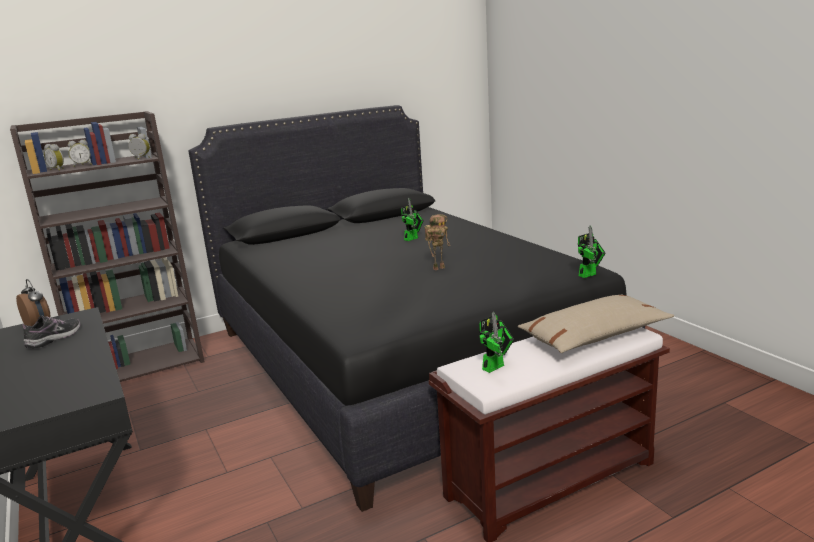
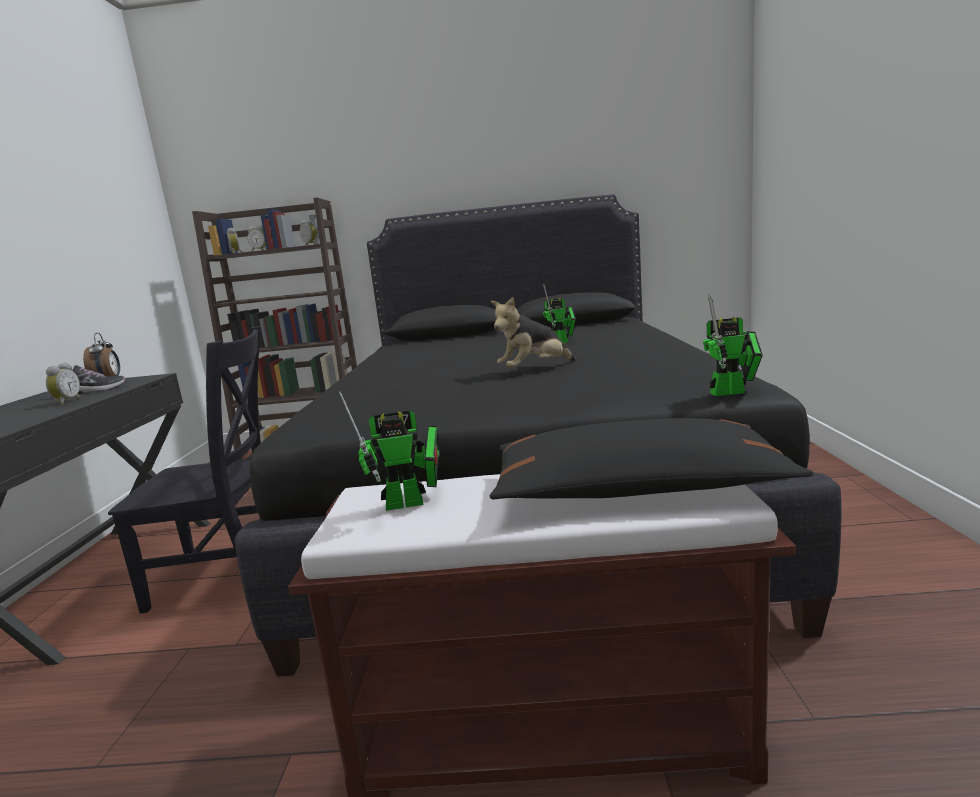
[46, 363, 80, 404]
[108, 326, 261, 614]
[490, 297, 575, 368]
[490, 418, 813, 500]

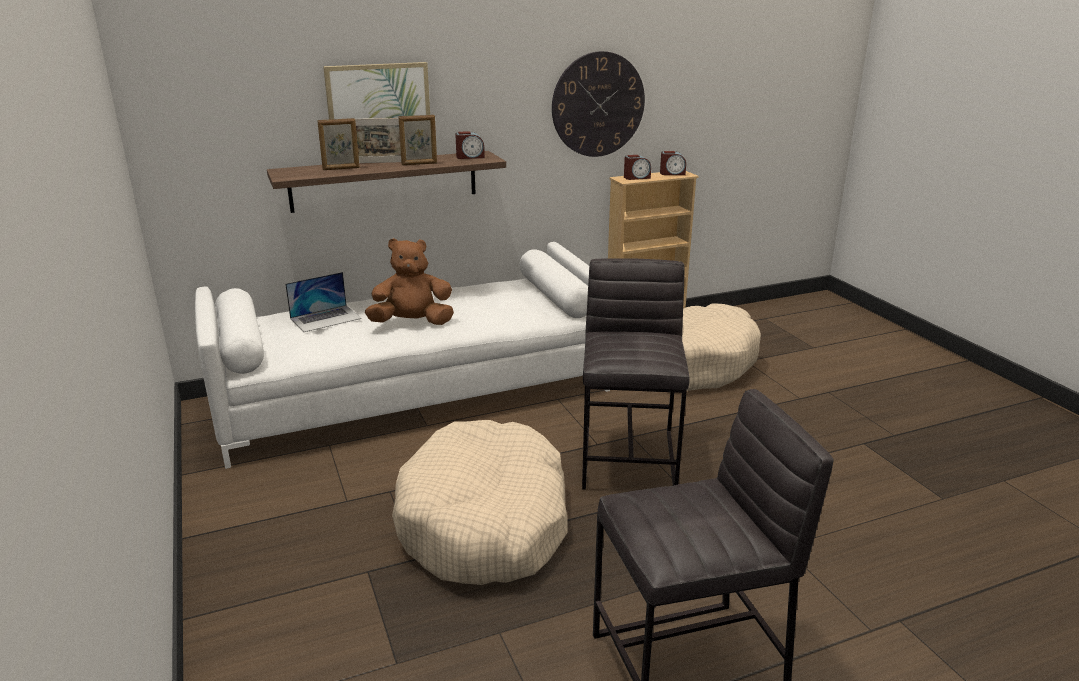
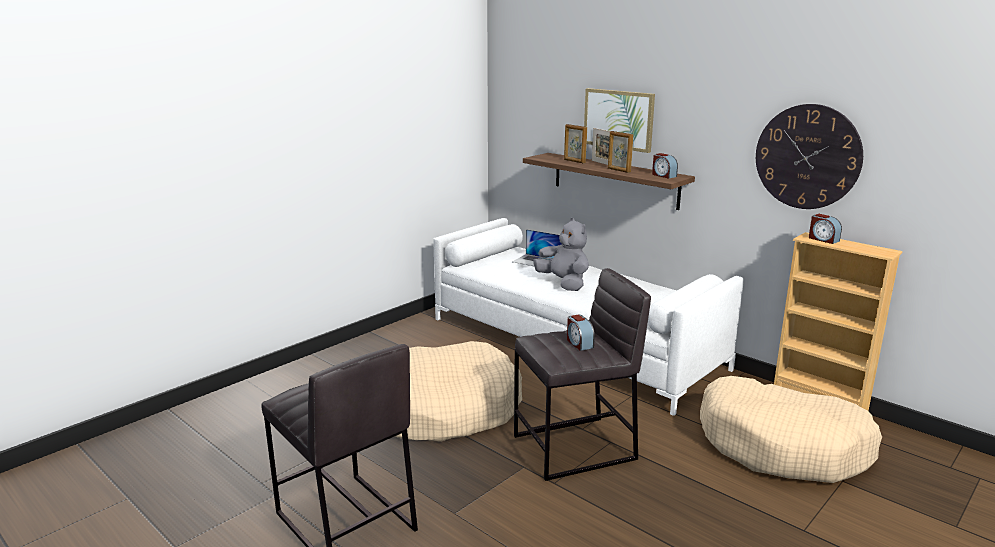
[567, 315, 595, 351]
[533, 218, 589, 291]

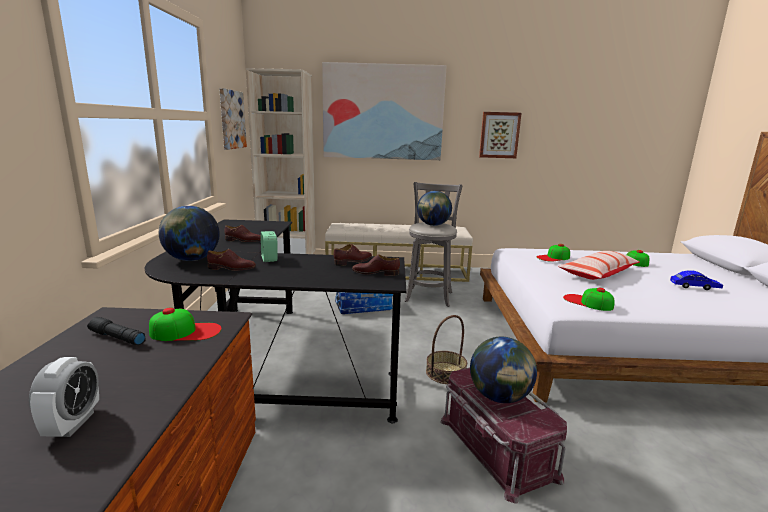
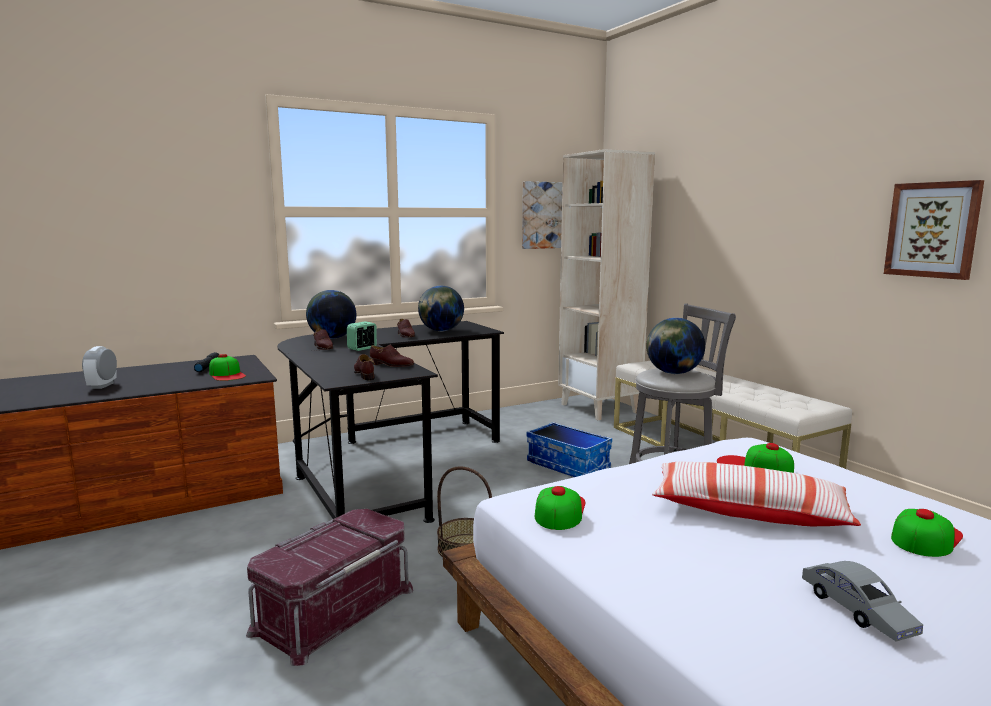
[322, 62, 447, 160] (first image)
[418, 286, 464, 331]
[802, 561, 923, 642]
[82, 346, 117, 389]

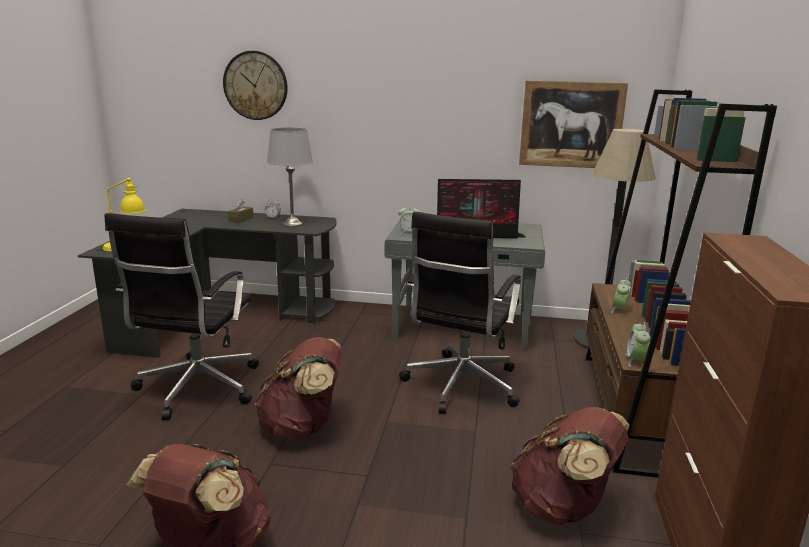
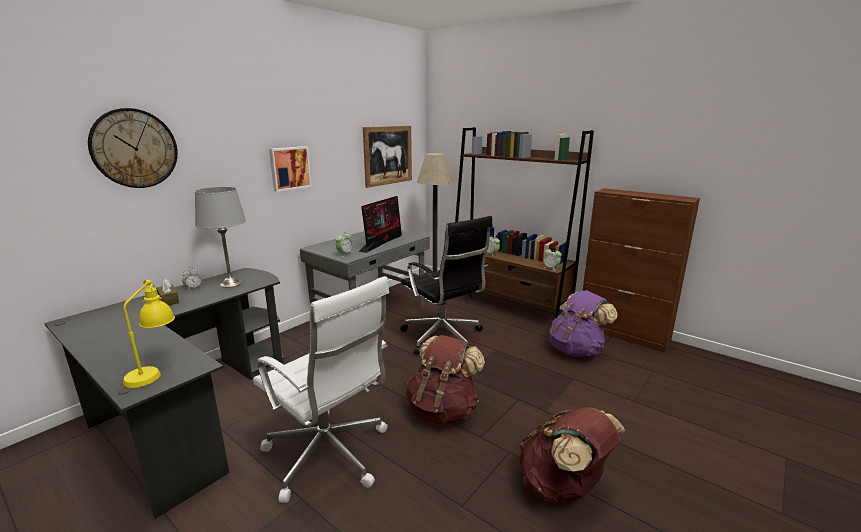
[269, 146, 312, 192]
[253, 276, 389, 503]
[549, 290, 618, 357]

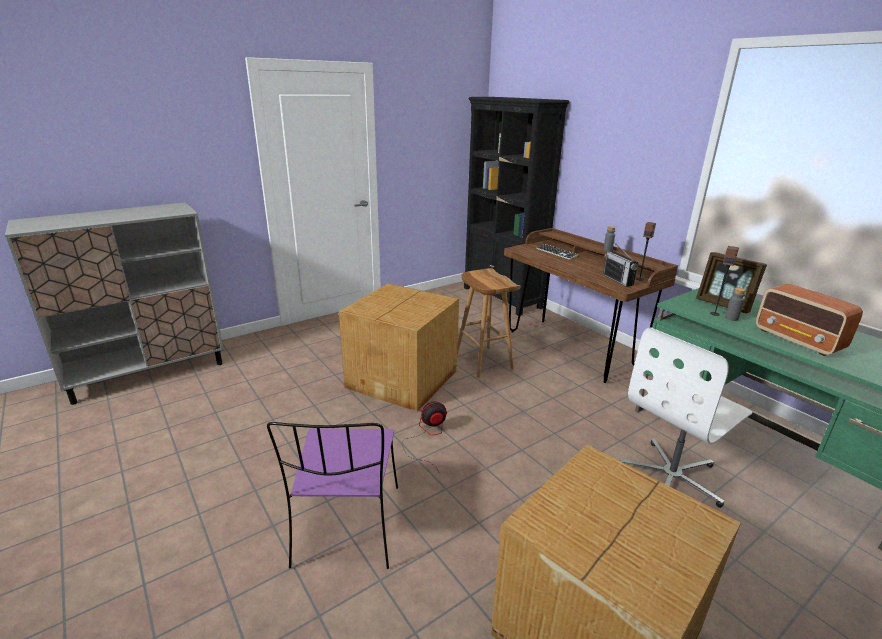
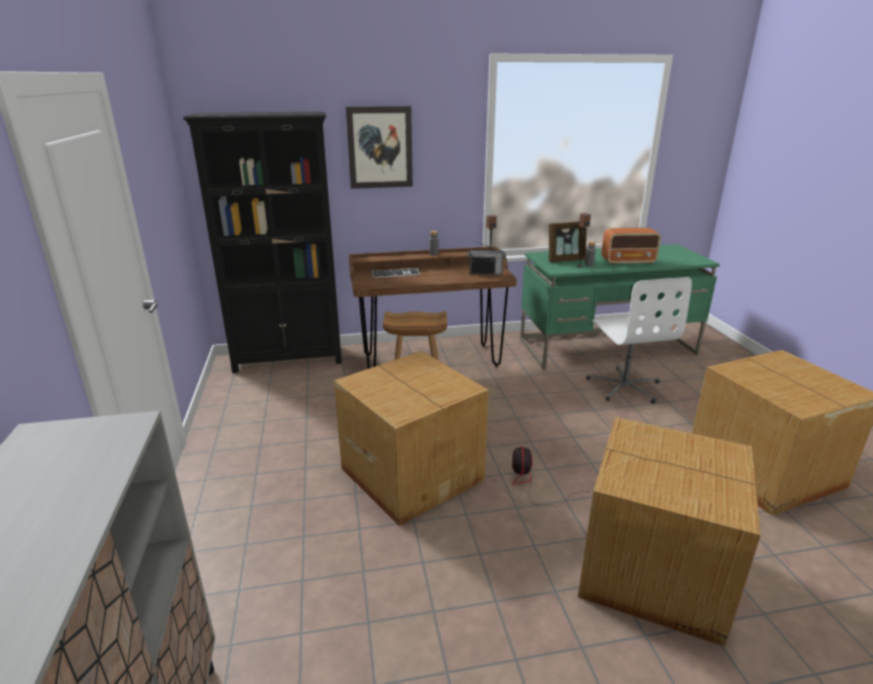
[346, 106, 413, 189]
[578, 417, 761, 647]

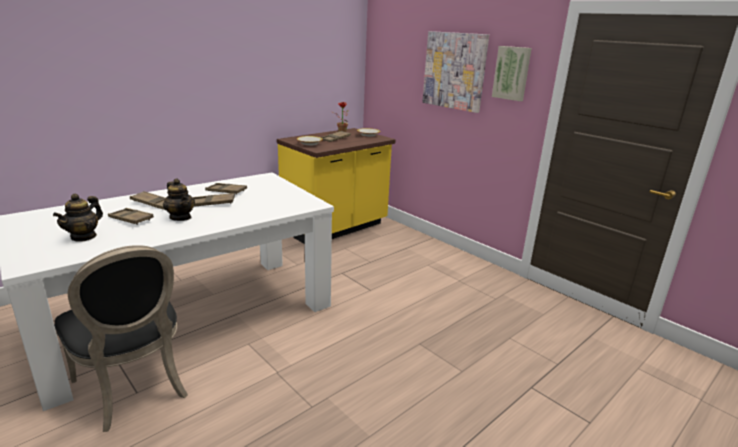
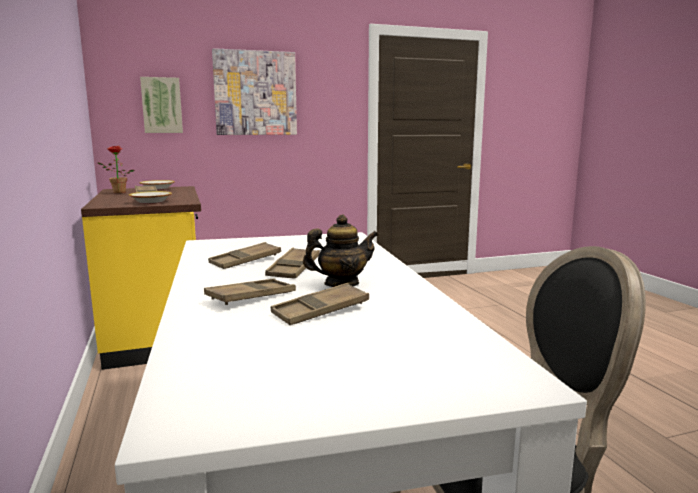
[53, 194, 103, 242] (first image)
[140, 77, 183, 133]

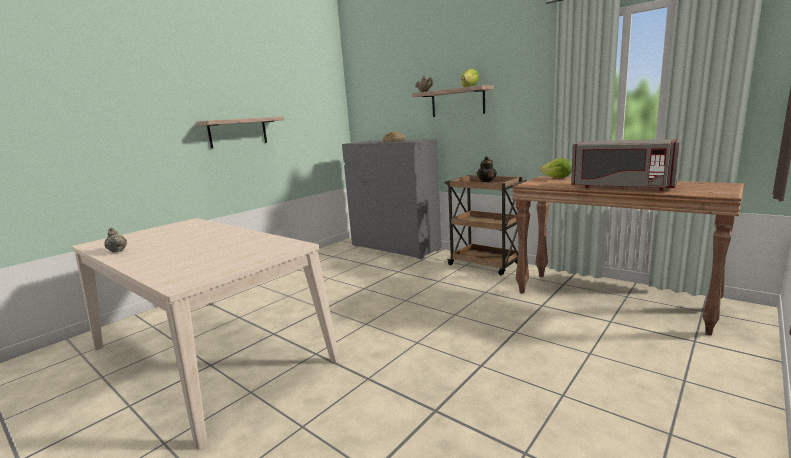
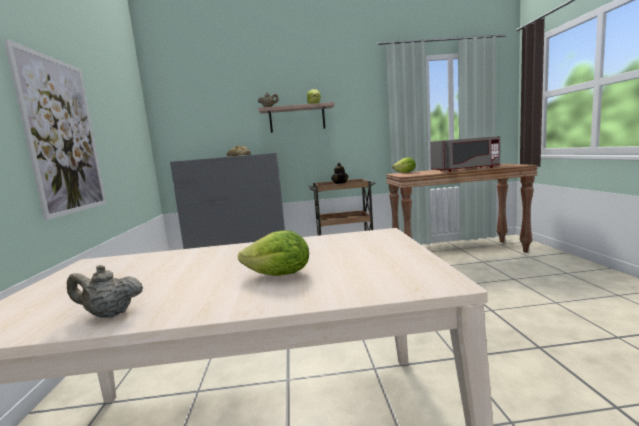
[238, 230, 309, 276]
[4, 39, 107, 220]

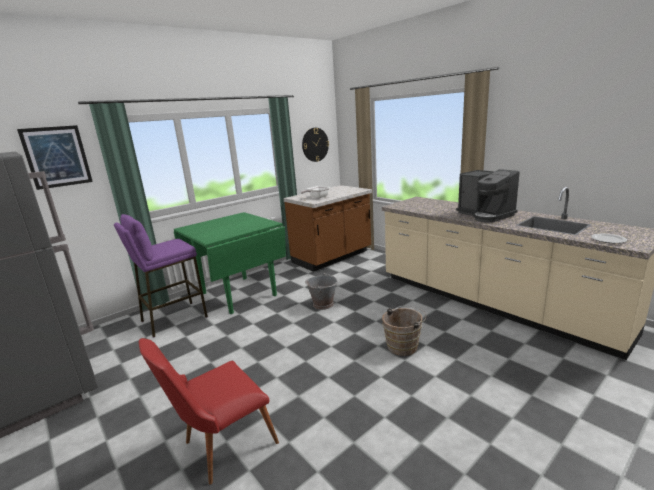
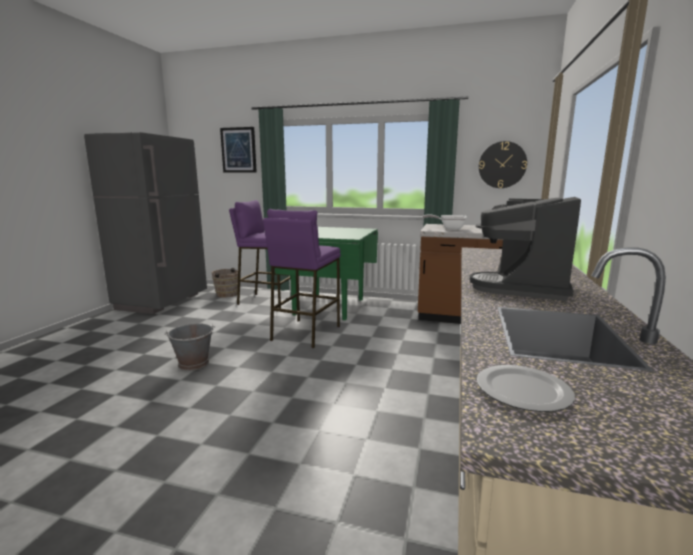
[139, 338, 279, 485] (first image)
[263, 209, 341, 348]
[164, 323, 215, 371]
[211, 268, 242, 297]

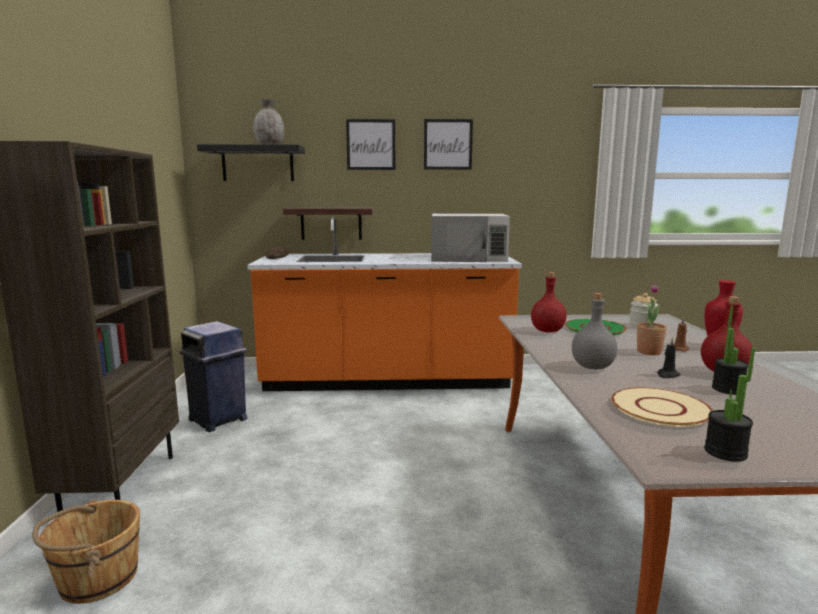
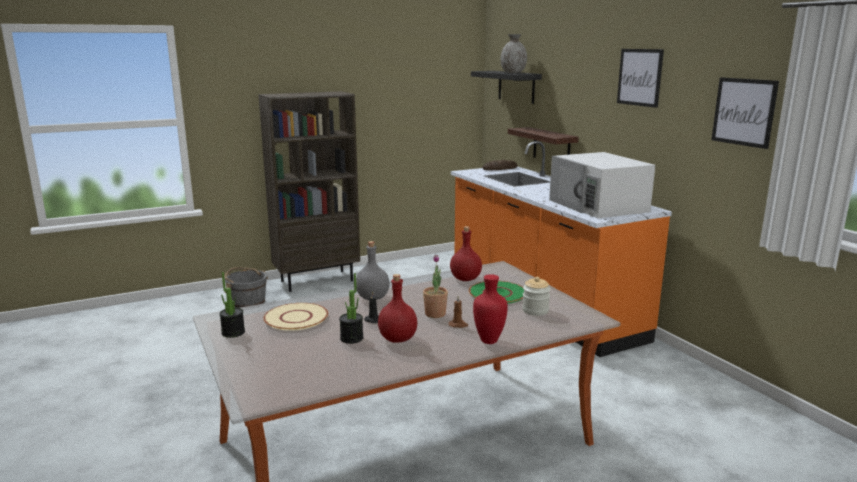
[179, 321, 247, 432] (first image)
[711, 77, 779, 149]
[225, 267, 268, 308]

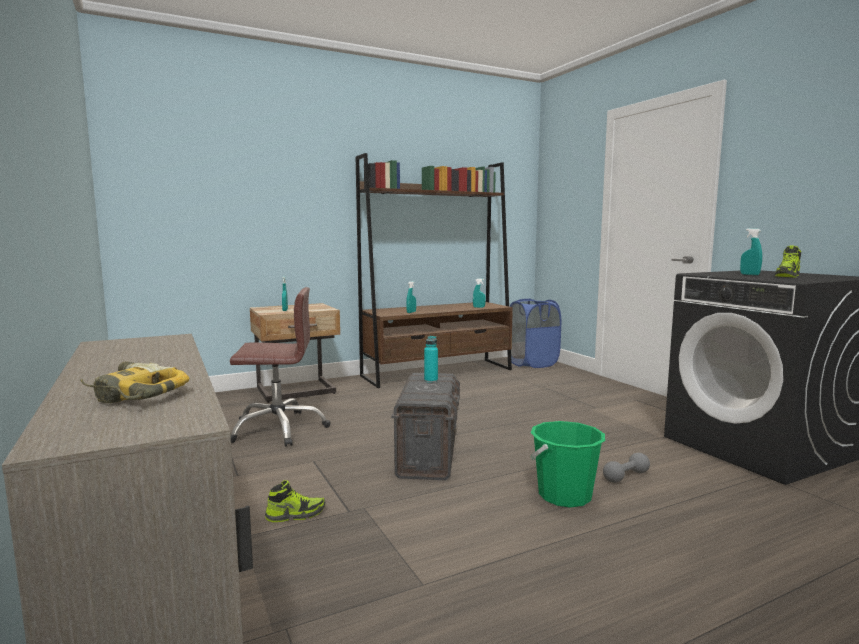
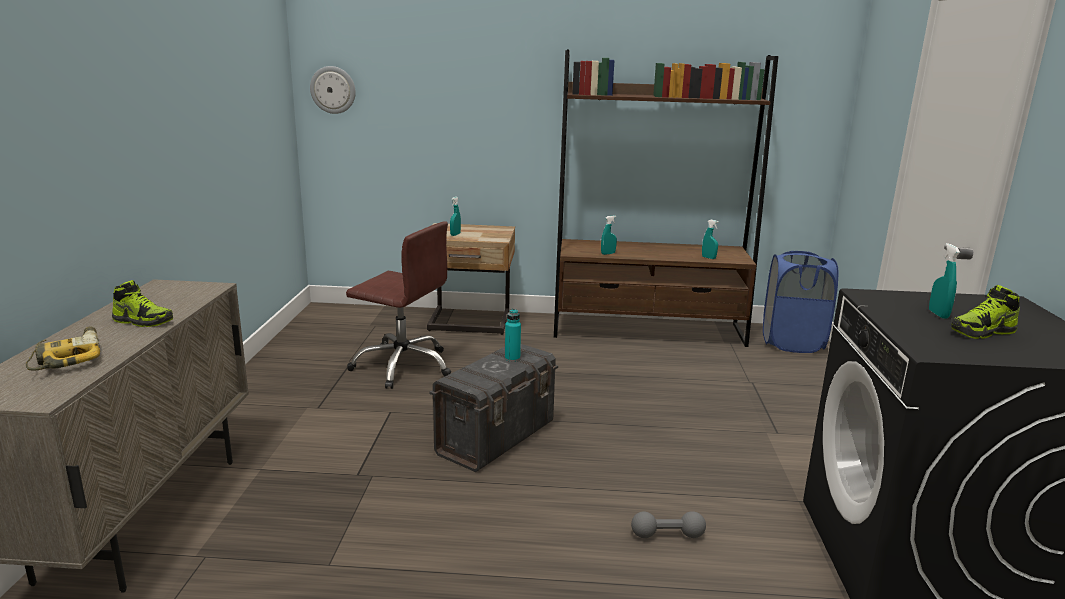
[530, 421, 605, 508] (first image)
[310, 66, 356, 114]
[112, 280, 173, 327]

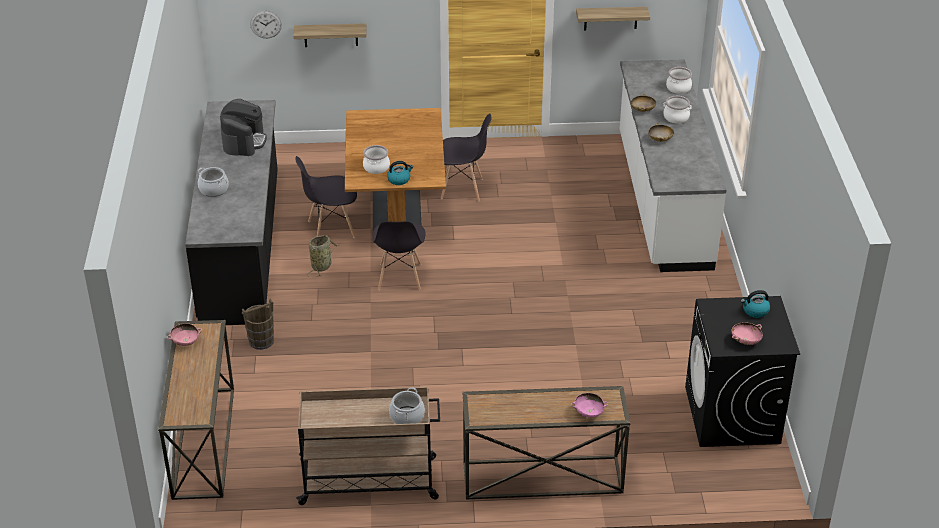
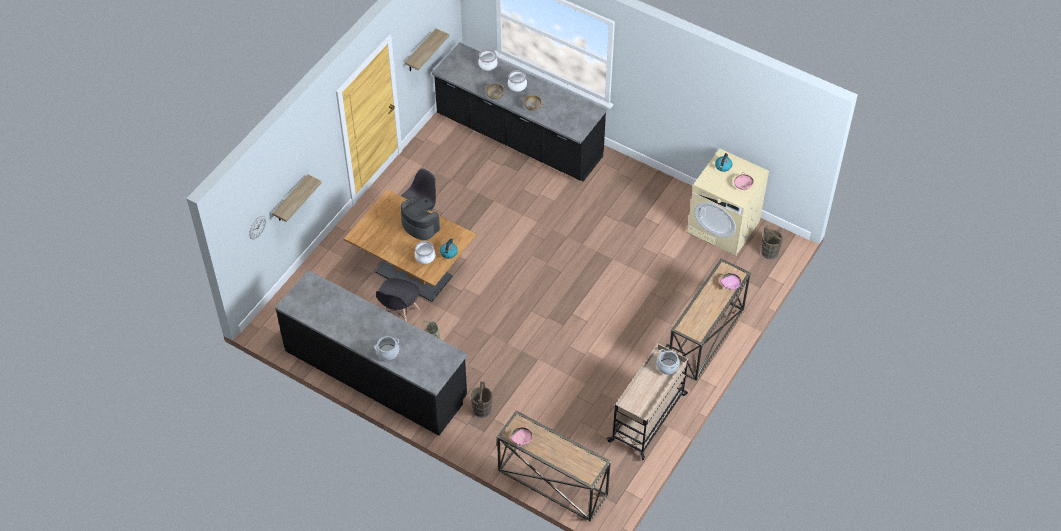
[373, 221, 426, 290] (first image)
[761, 226, 783, 259]
[401, 197, 440, 240]
[432, 42, 607, 182]
[687, 149, 770, 256]

